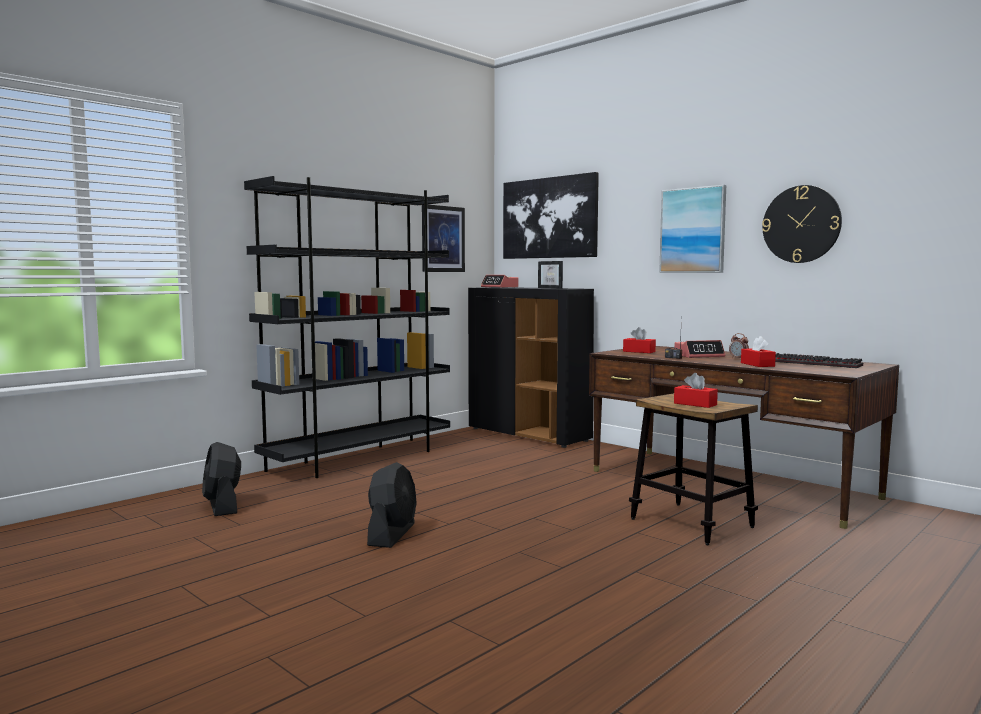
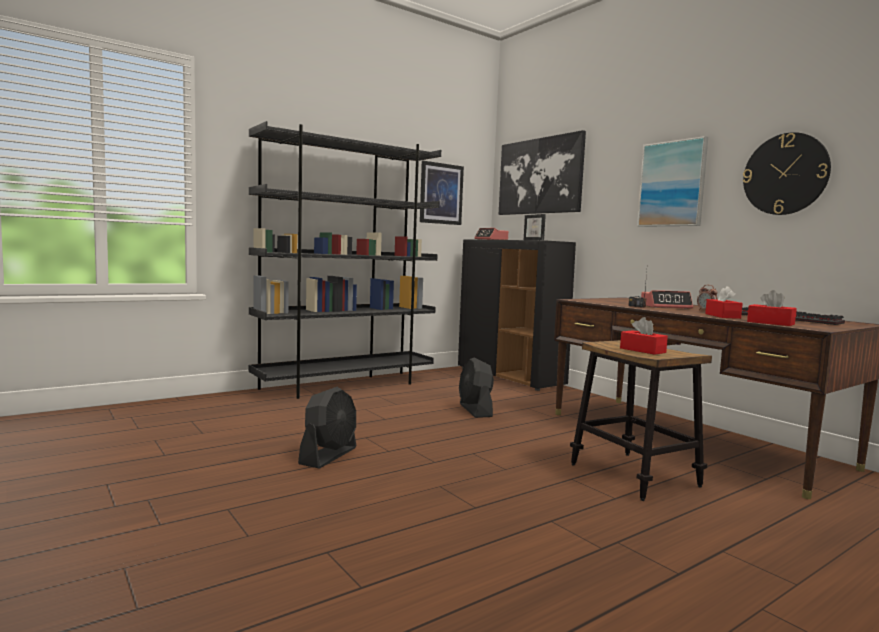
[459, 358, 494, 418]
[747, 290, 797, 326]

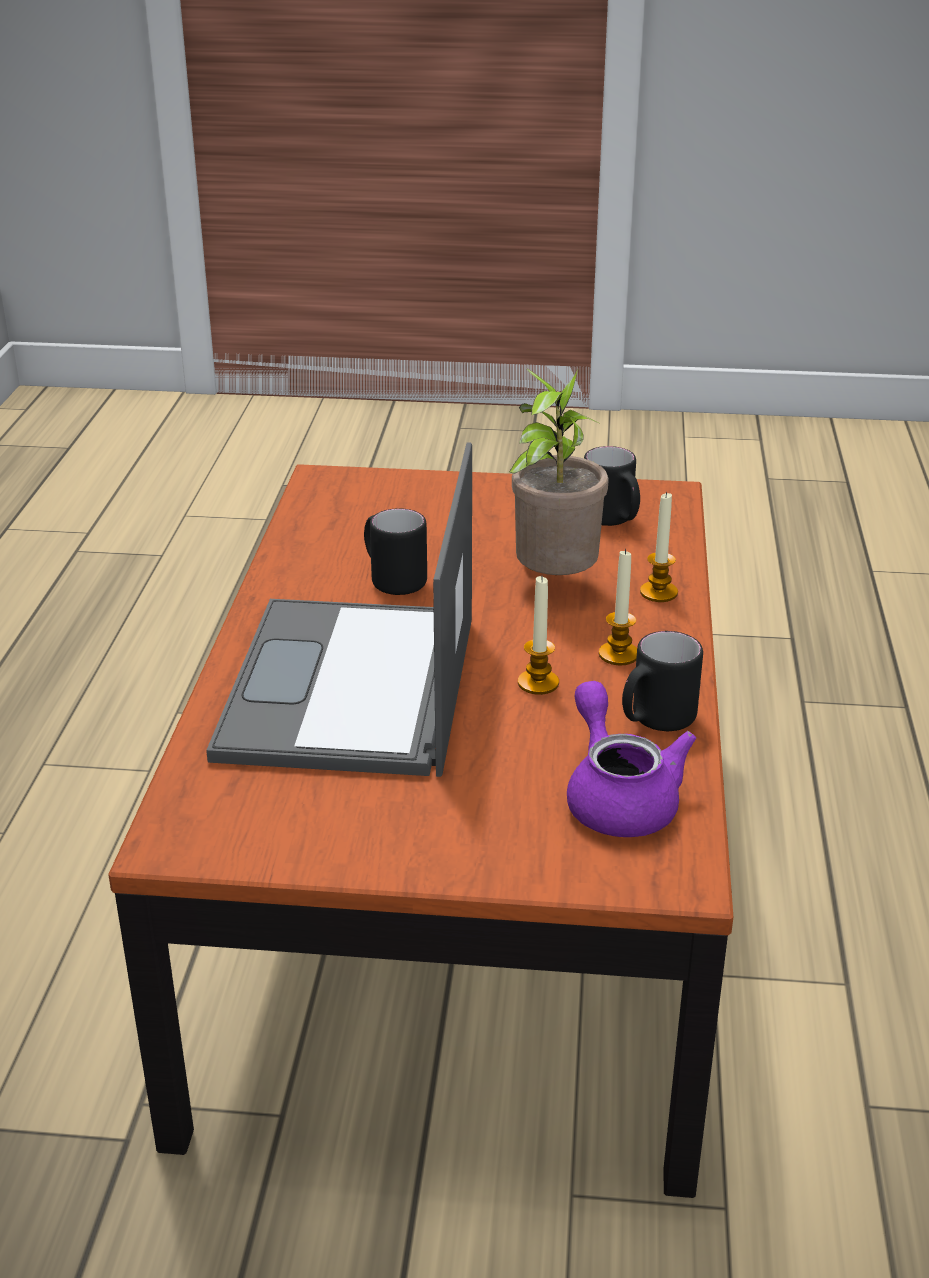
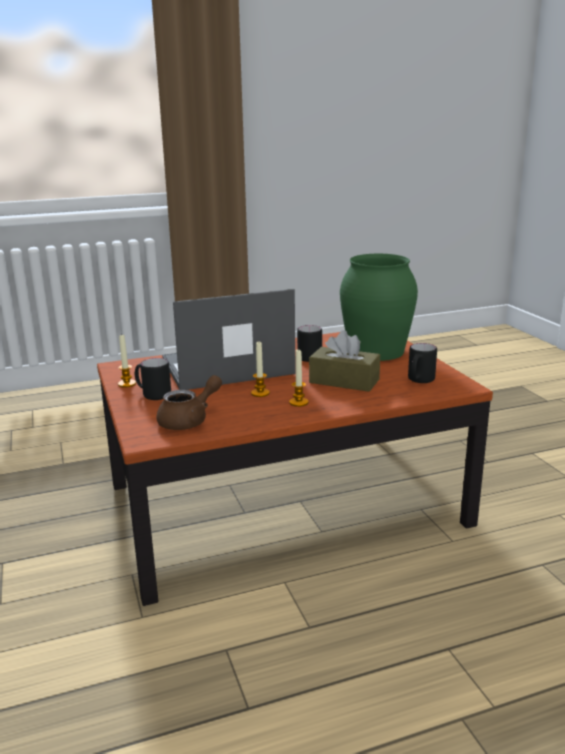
[340, 254, 418, 361]
[135, 358, 171, 400]
[118, 333, 136, 388]
[309, 330, 380, 392]
[156, 375, 222, 430]

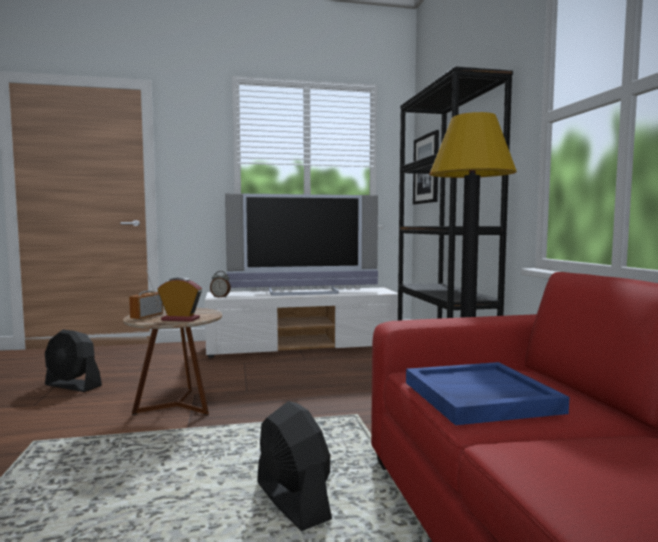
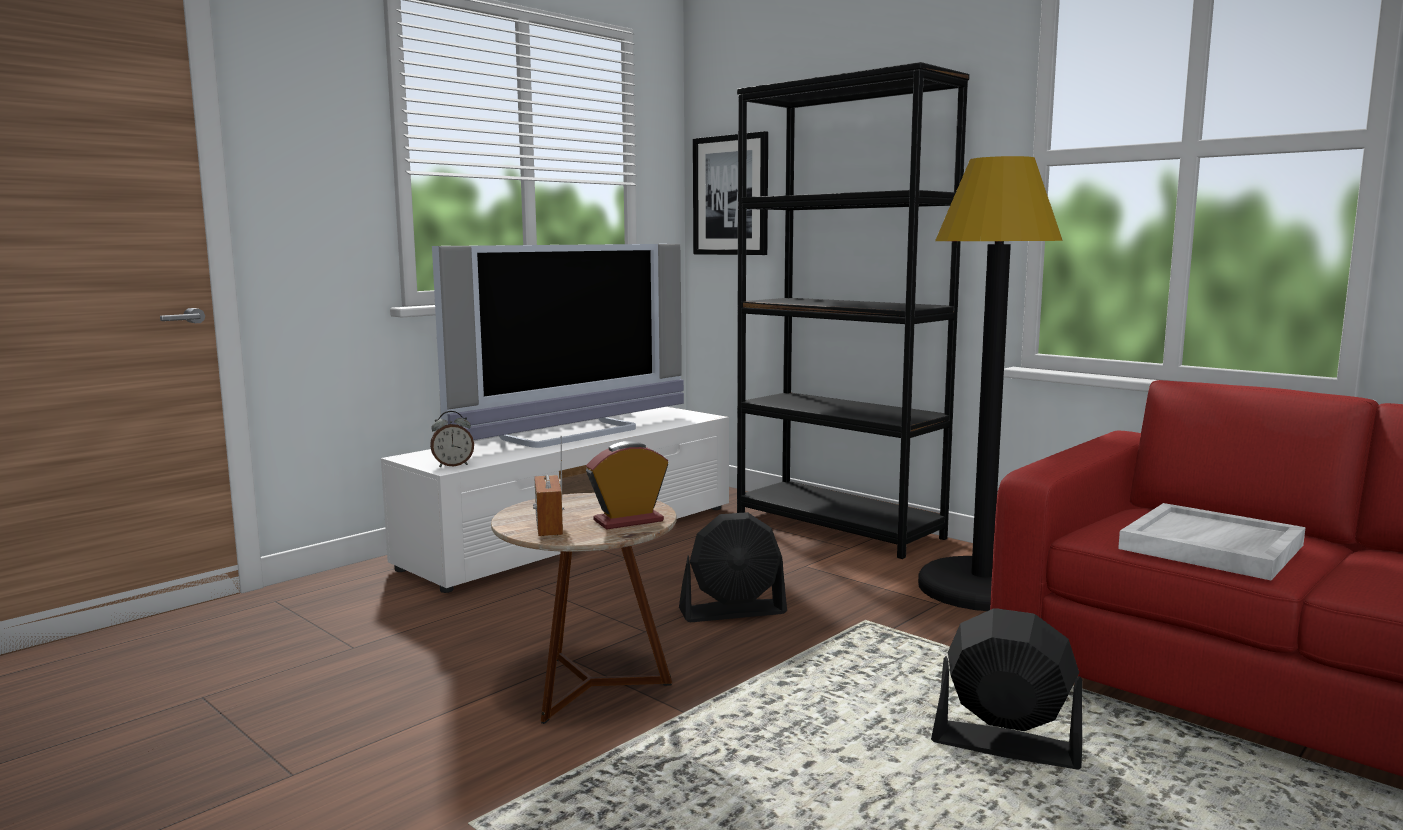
[679, 512, 787, 622]
[1118, 503, 1305, 580]

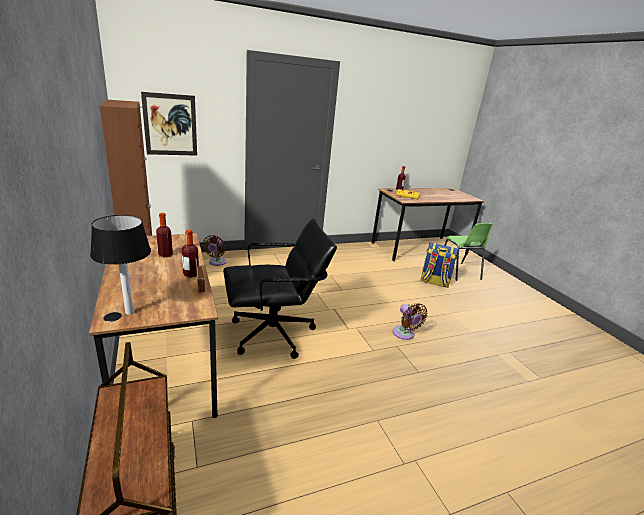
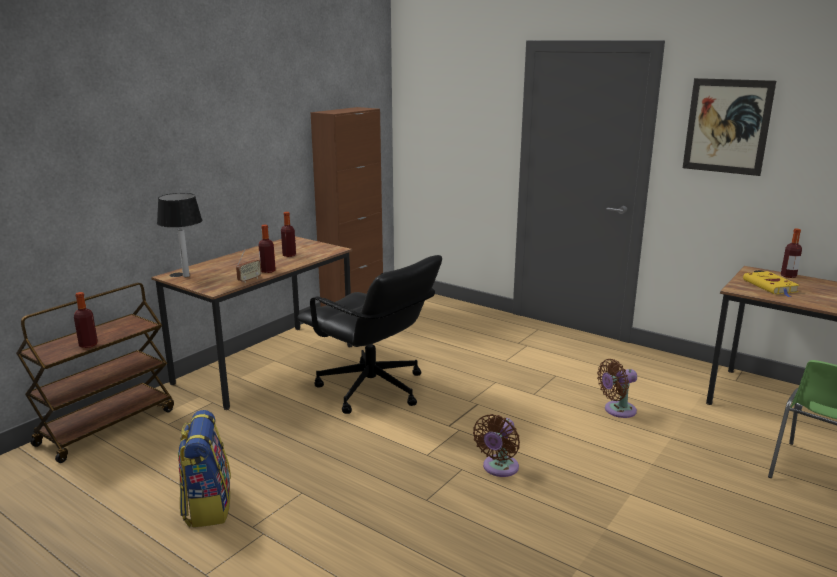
[74, 292, 98, 348]
[683, 78, 776, 176]
[597, 359, 637, 418]
[178, 410, 231, 527]

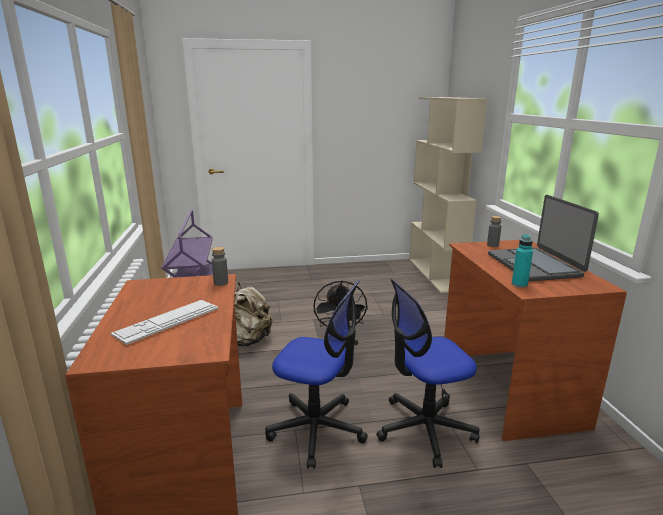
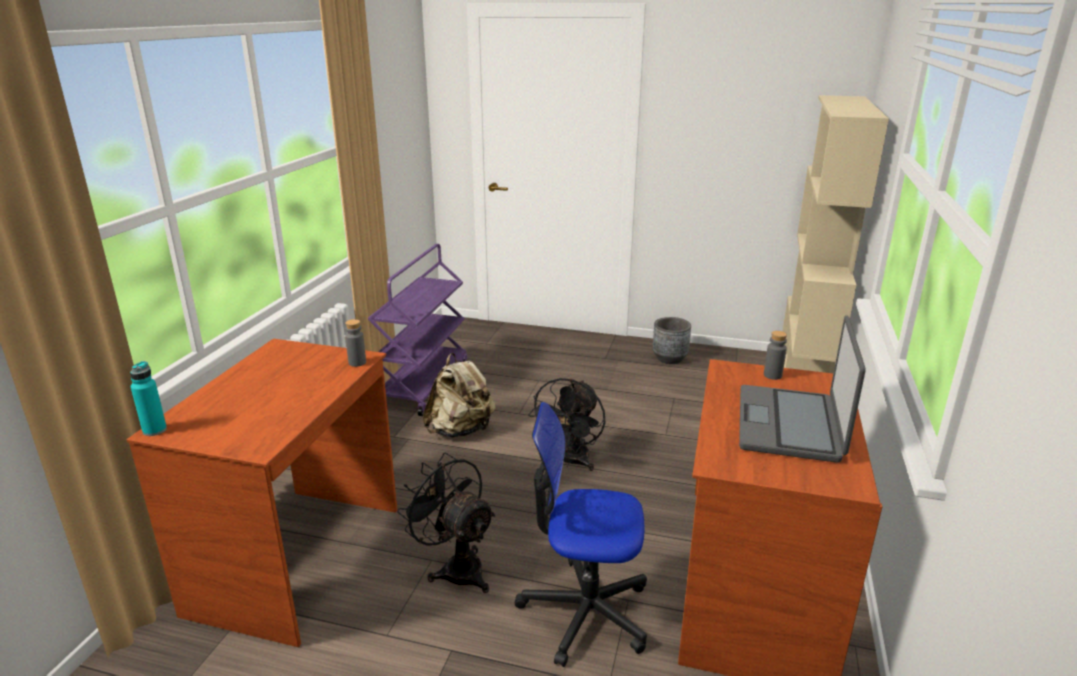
[111, 300, 219, 345] (first image)
[652, 317, 691, 364]
[130, 361, 167, 436]
[397, 452, 495, 593]

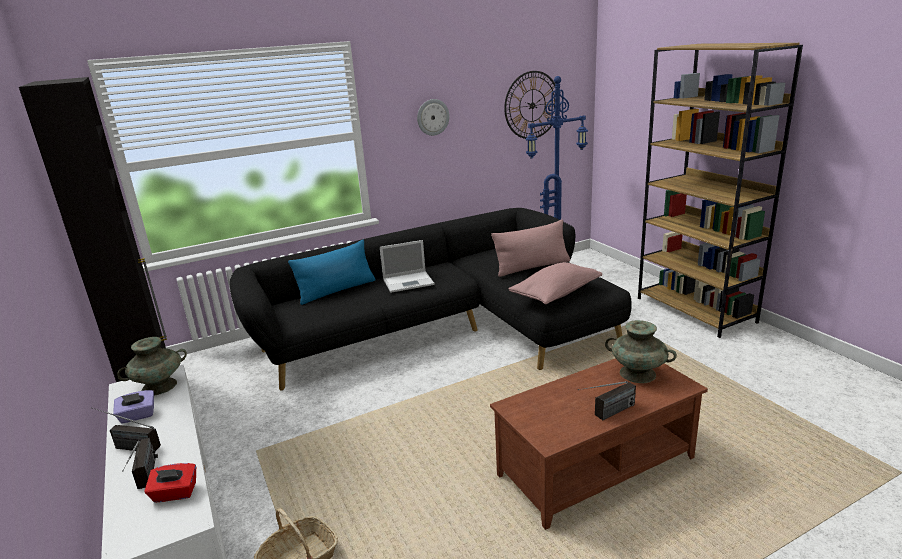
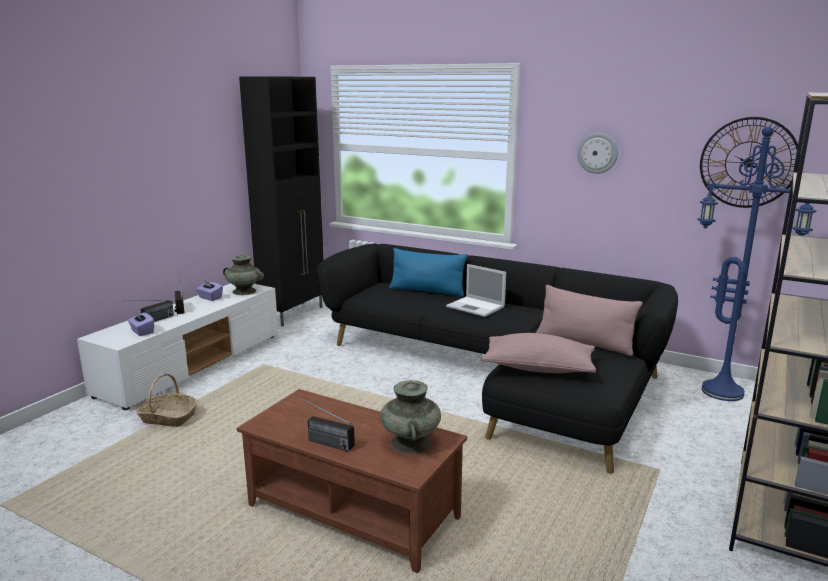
[128, 312, 154, 336]

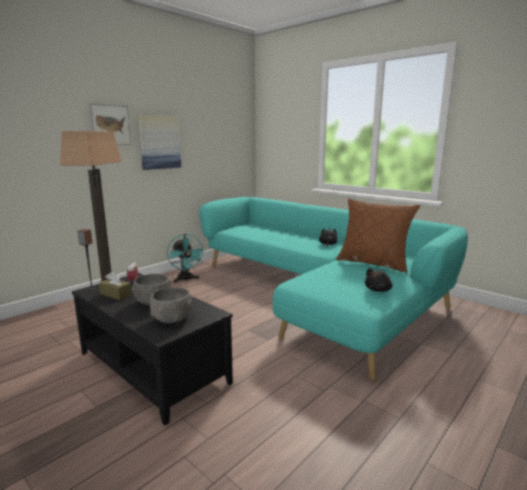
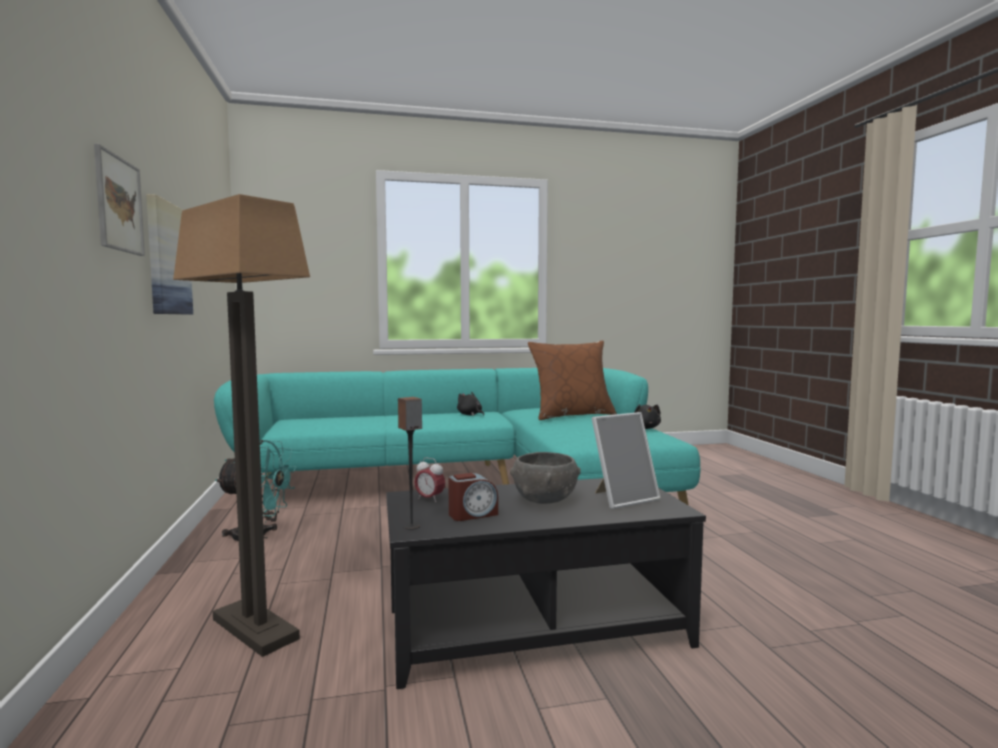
[448, 473, 498, 521]
[592, 412, 661, 509]

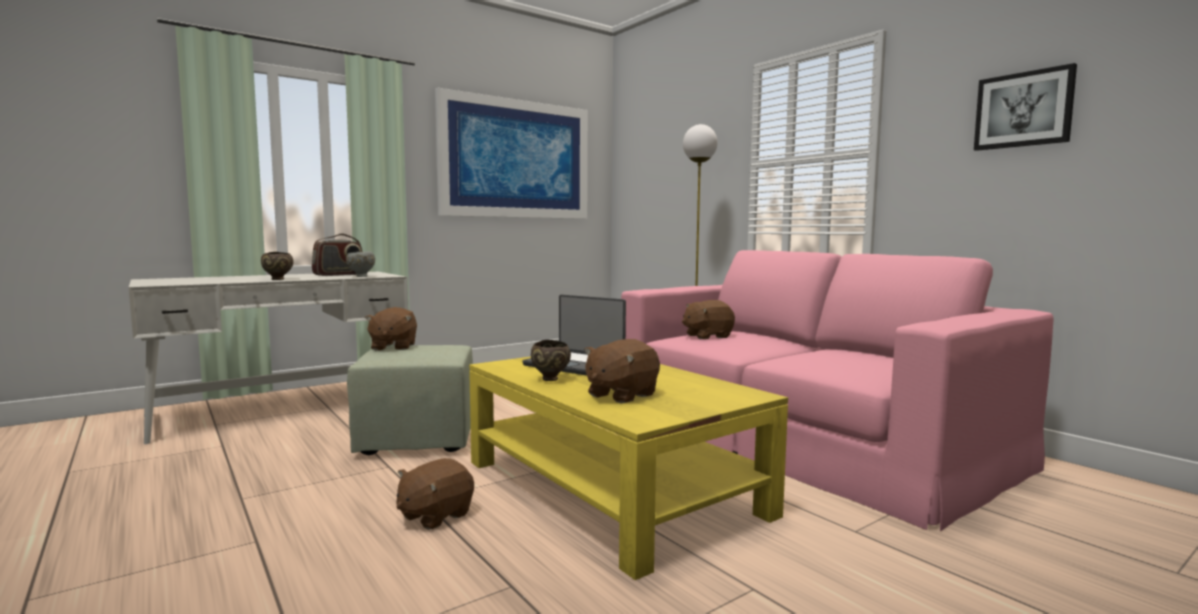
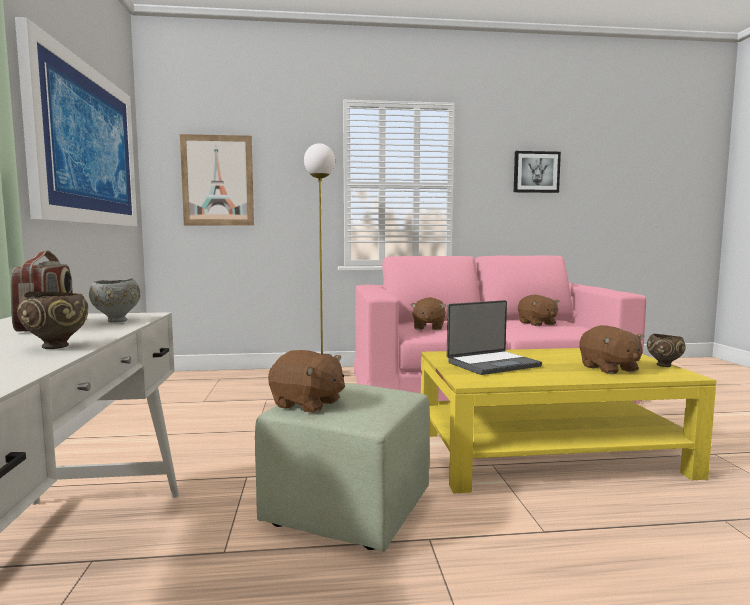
[180, 134, 254, 226]
[518, 295, 559, 326]
[647, 334, 686, 367]

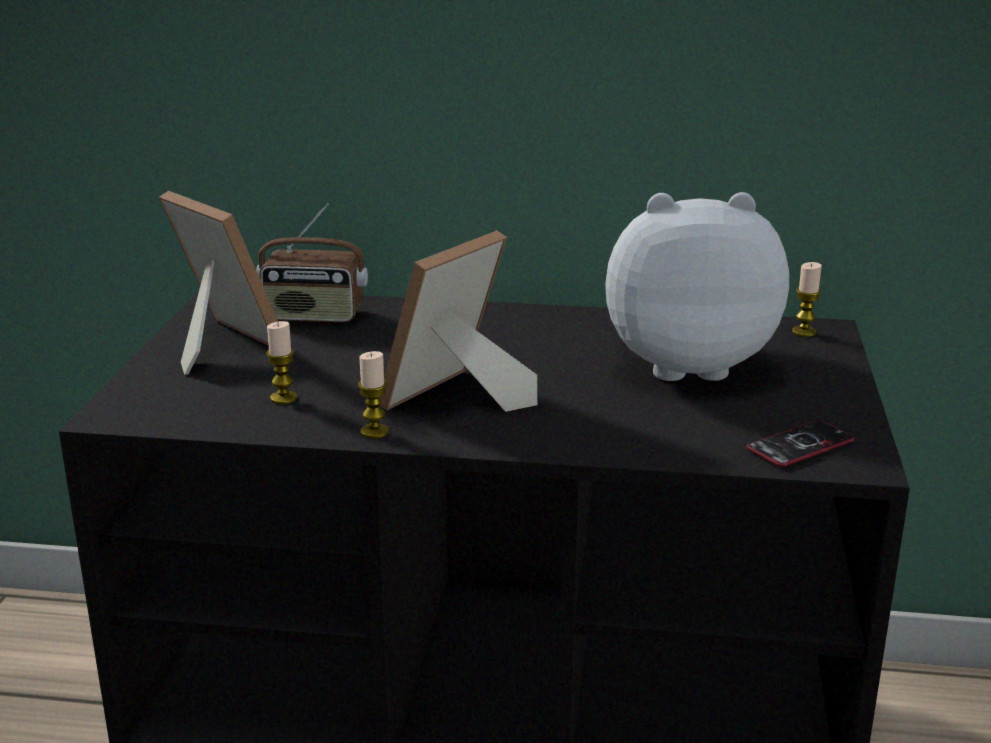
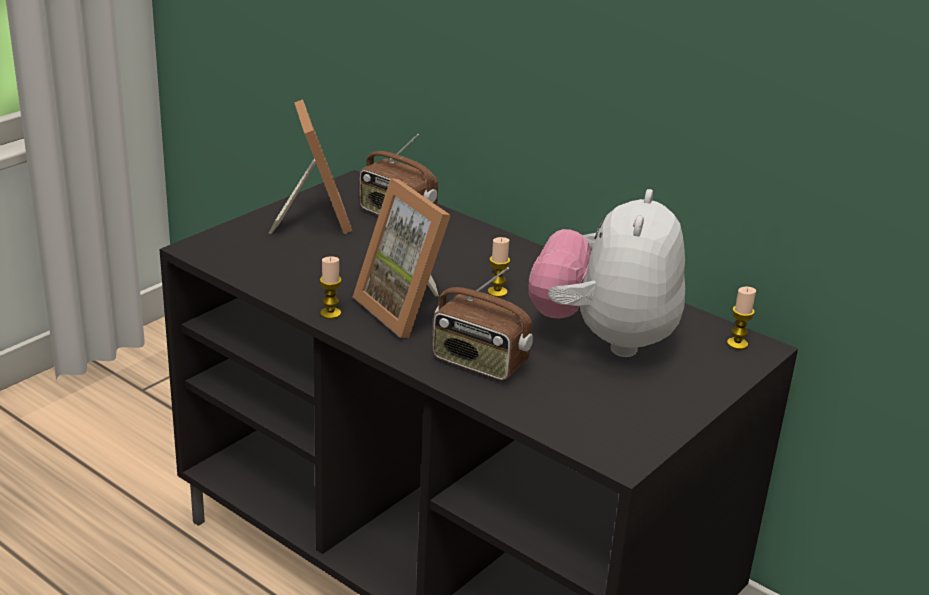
[747, 420, 854, 467] (first image)
[432, 267, 533, 381]
[488, 237, 510, 298]
[353, 178, 451, 338]
[528, 189, 685, 357]

